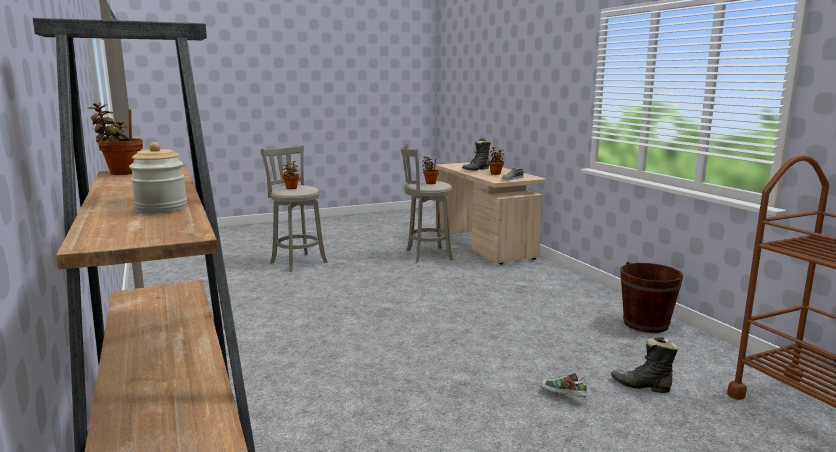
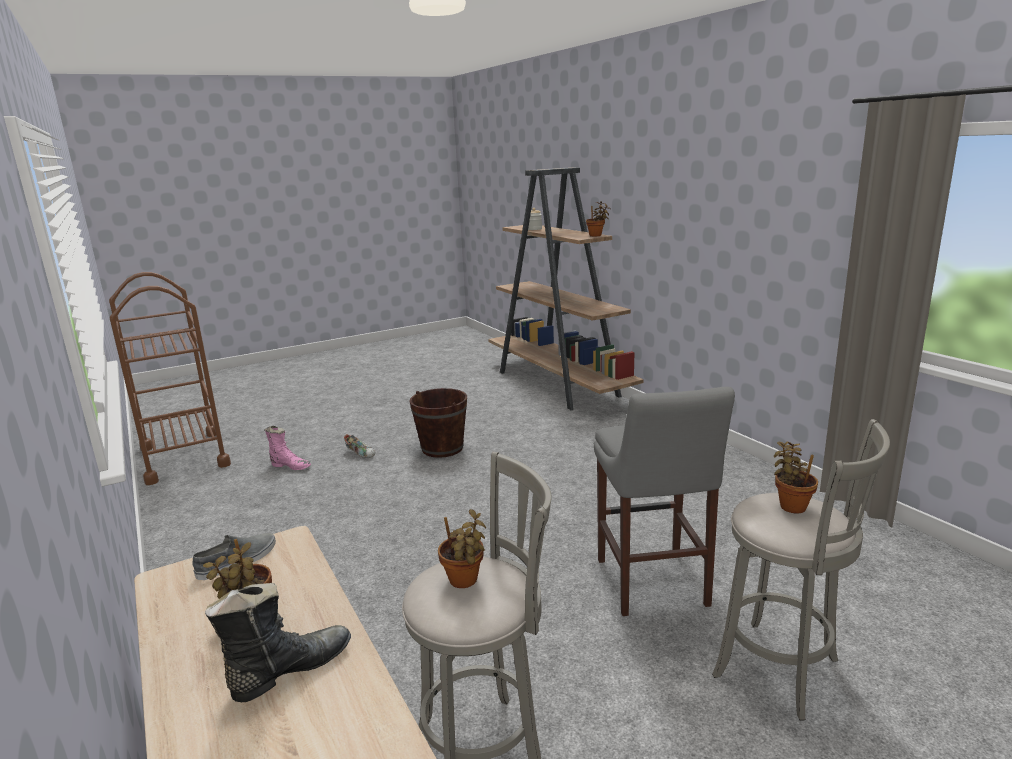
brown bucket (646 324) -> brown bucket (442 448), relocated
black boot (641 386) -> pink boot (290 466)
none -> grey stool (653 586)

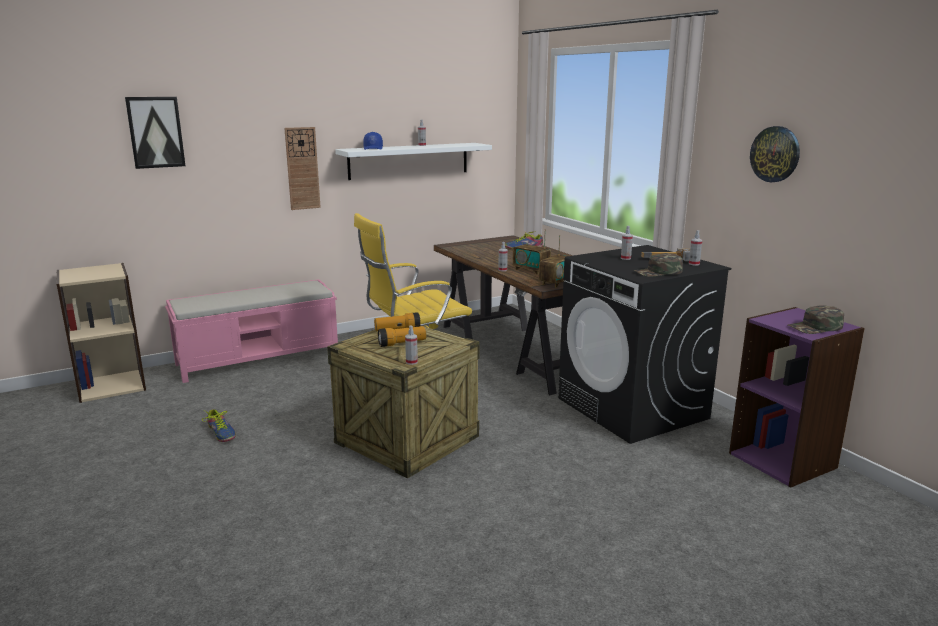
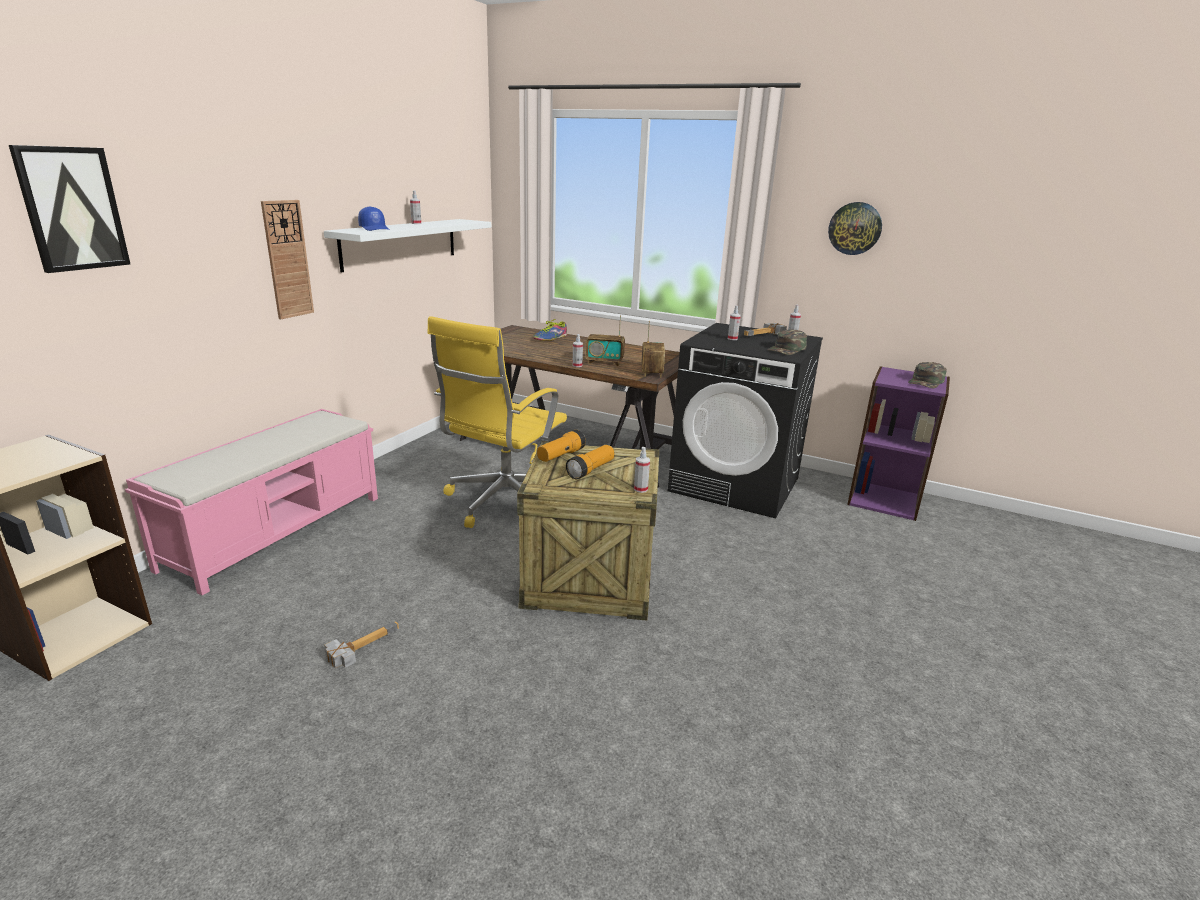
shoe (221 433) -> hammer (360 645)

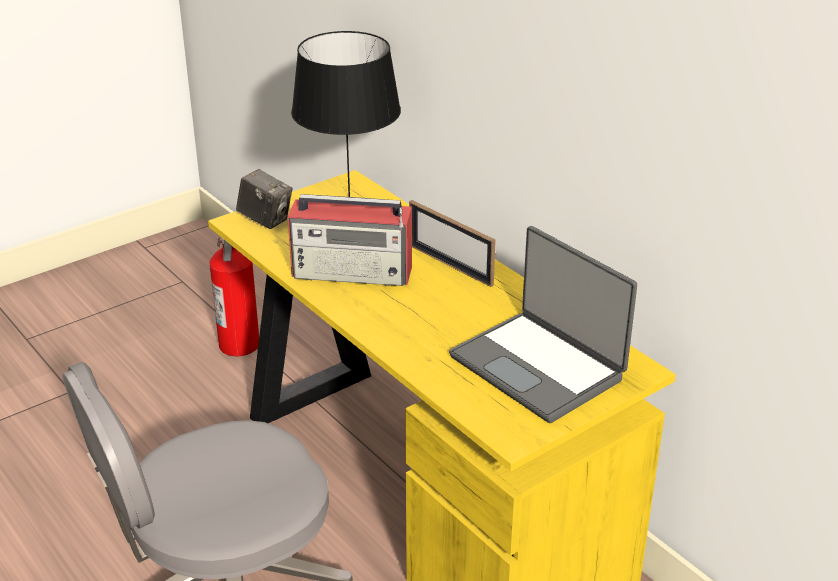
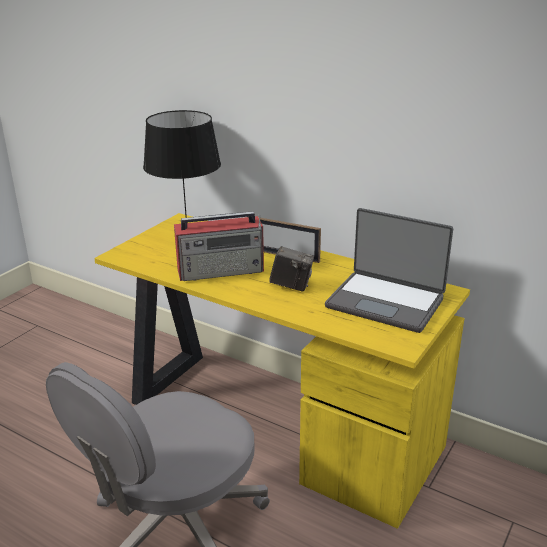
photo camera (265 220) -> photo camera (291 286), relocated
fire extinguisher (240 344) -> none

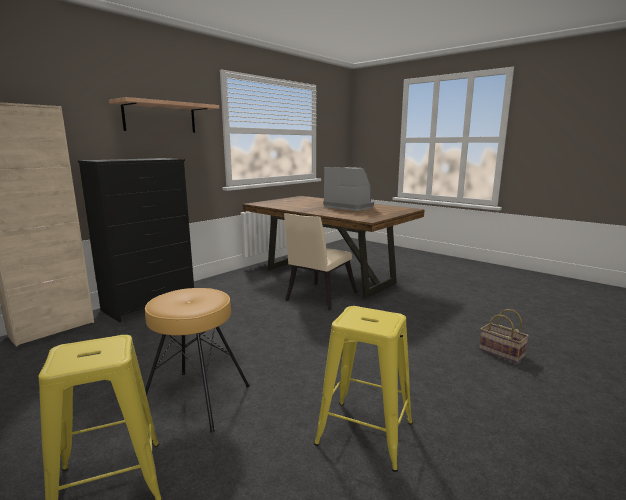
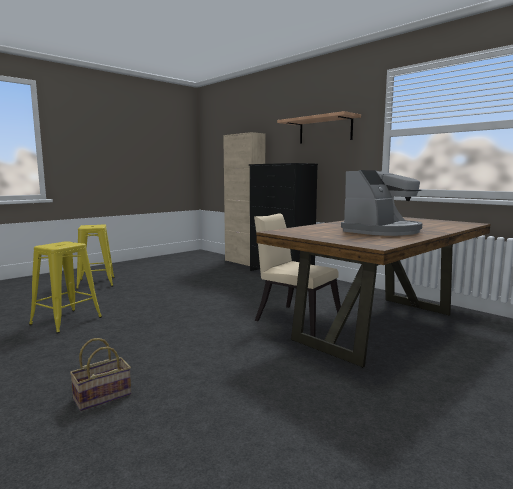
brown stool (196 399) -> none

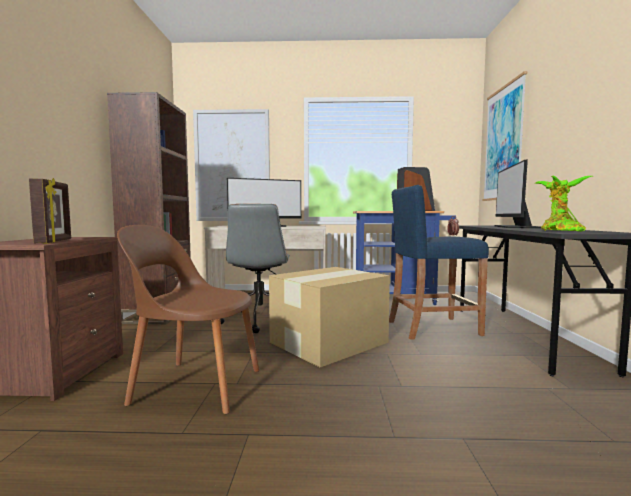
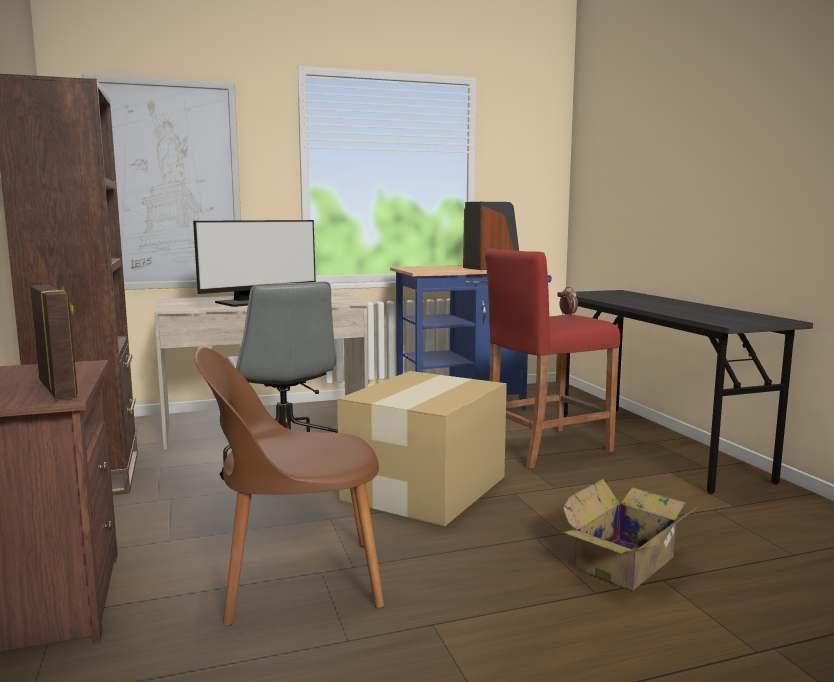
picture (503 143) -> none
monitor (514 227) -> none
potted plant (560 231) -> none
blue stool (433 328) -> red stool (545 447)
none -> cardboard box (628 562)

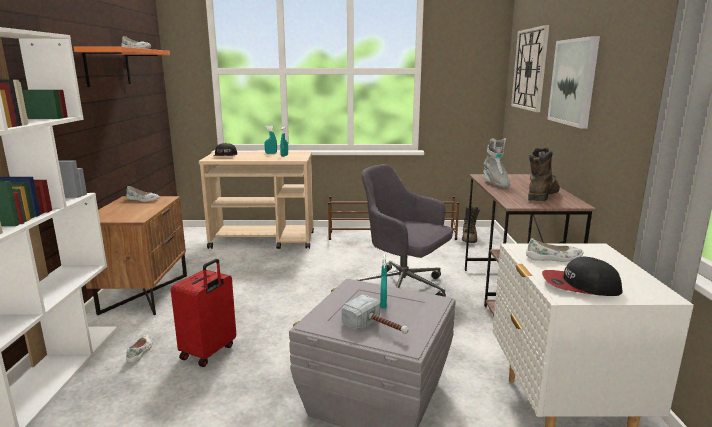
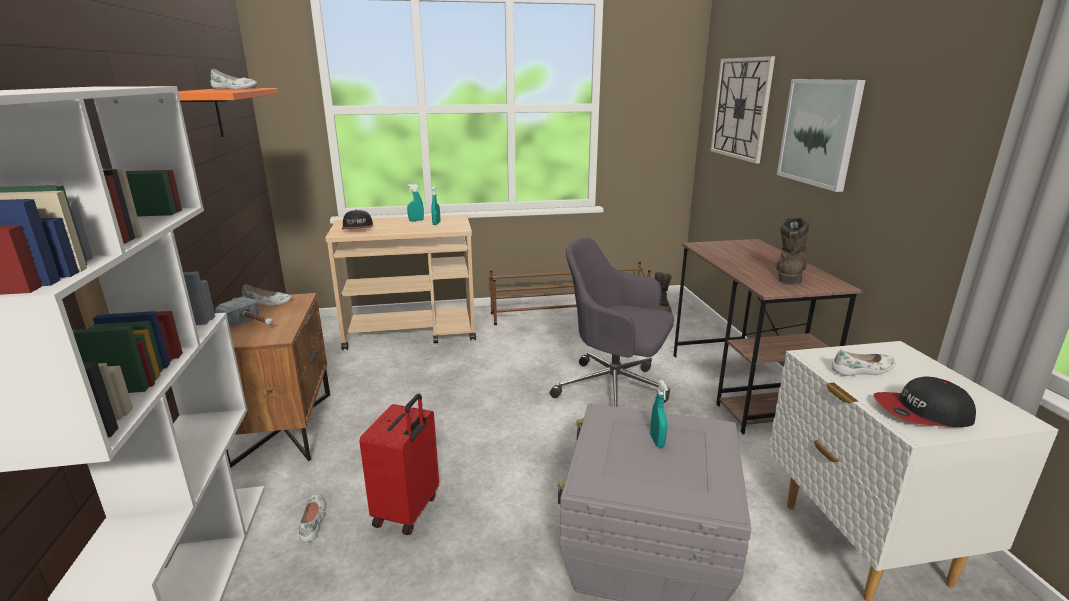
grey boot (495 183) -> none
hammer (377 328) -> hammer (251 324), relocated

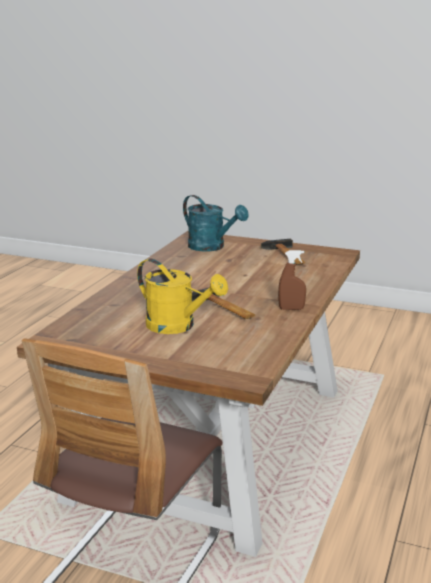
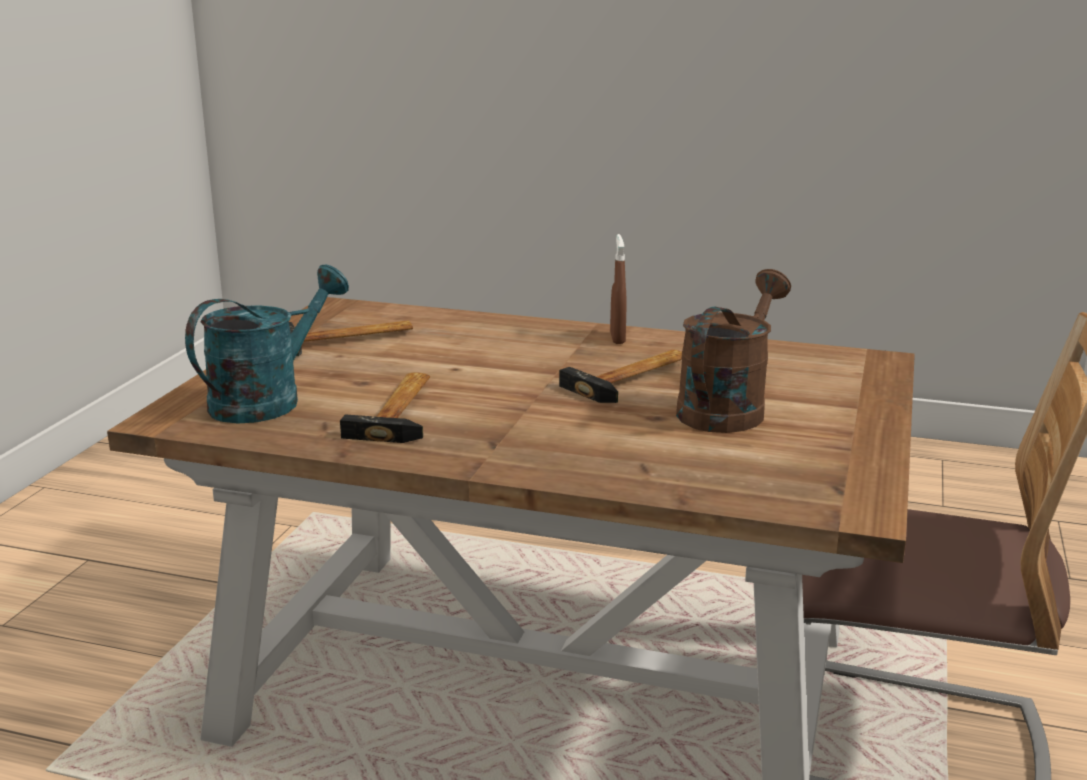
yellow watering can (178 326) -> brown watering can (727 407)
none -> hammer (402 411)

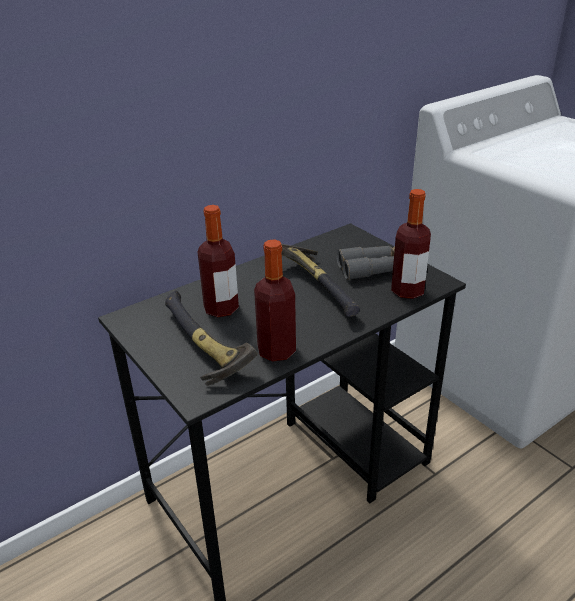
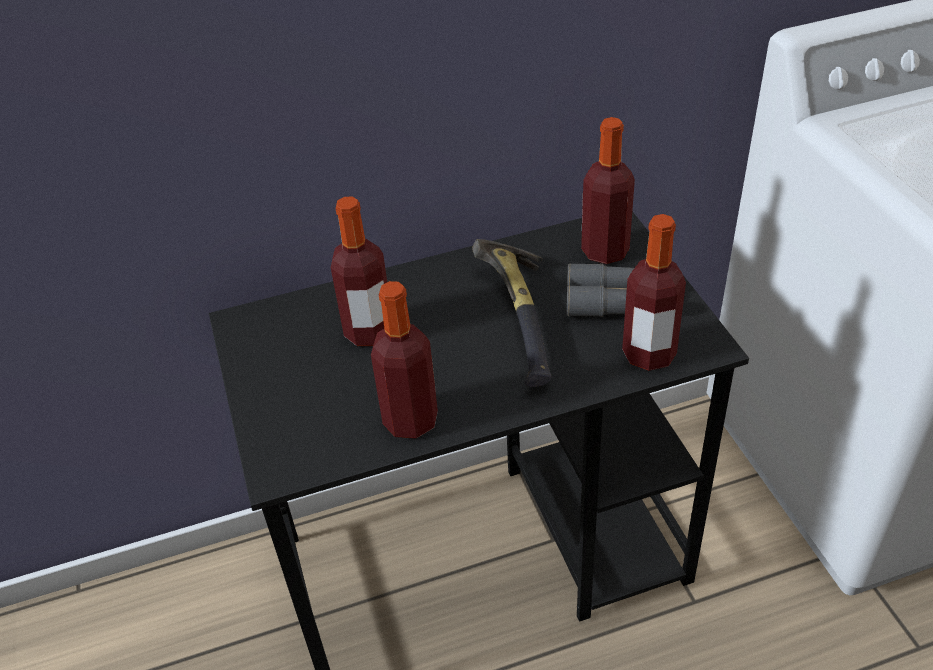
hammer (201 347) -> none
none -> bottle (605 251)

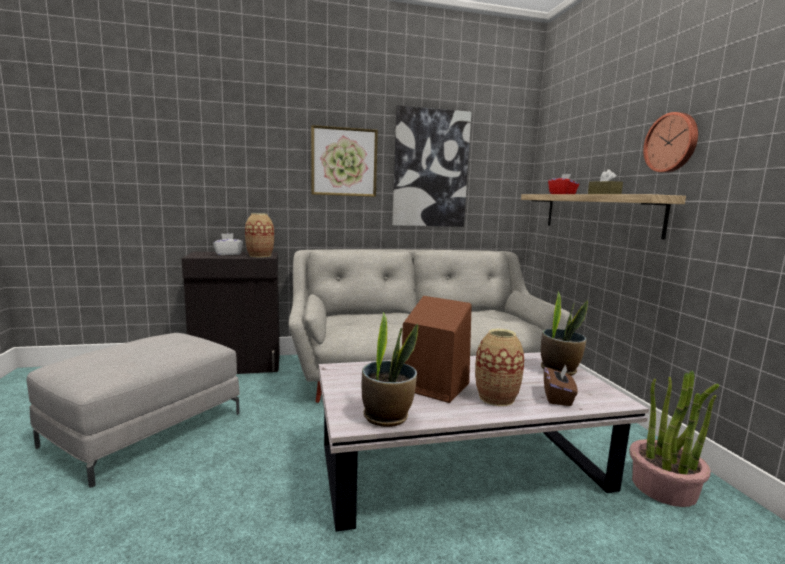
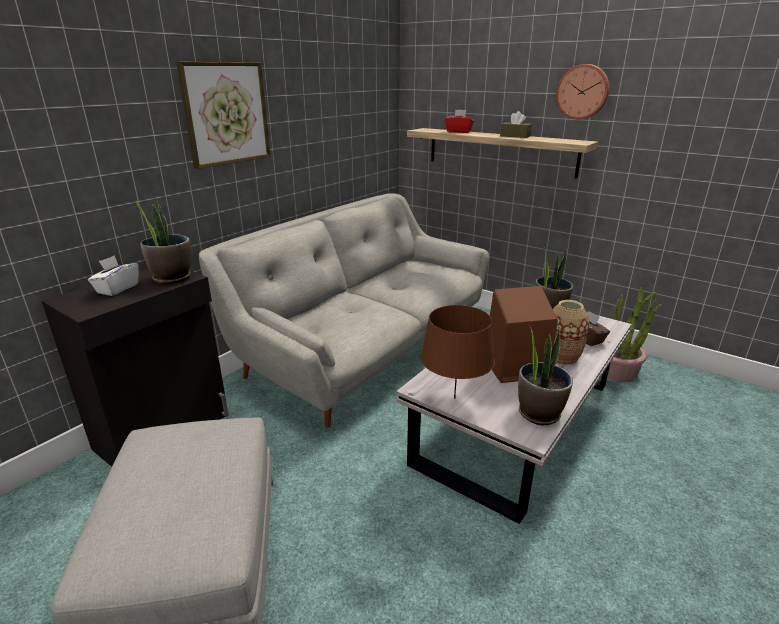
picture (430 169) -> none
vase (260 255) -> potted plant (172 278)
none -> brown table lamp (454 398)

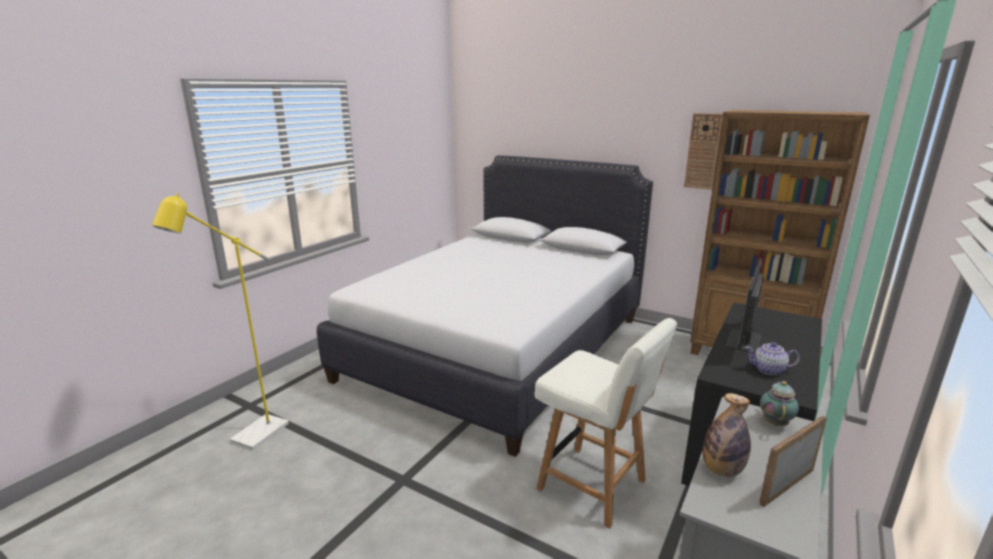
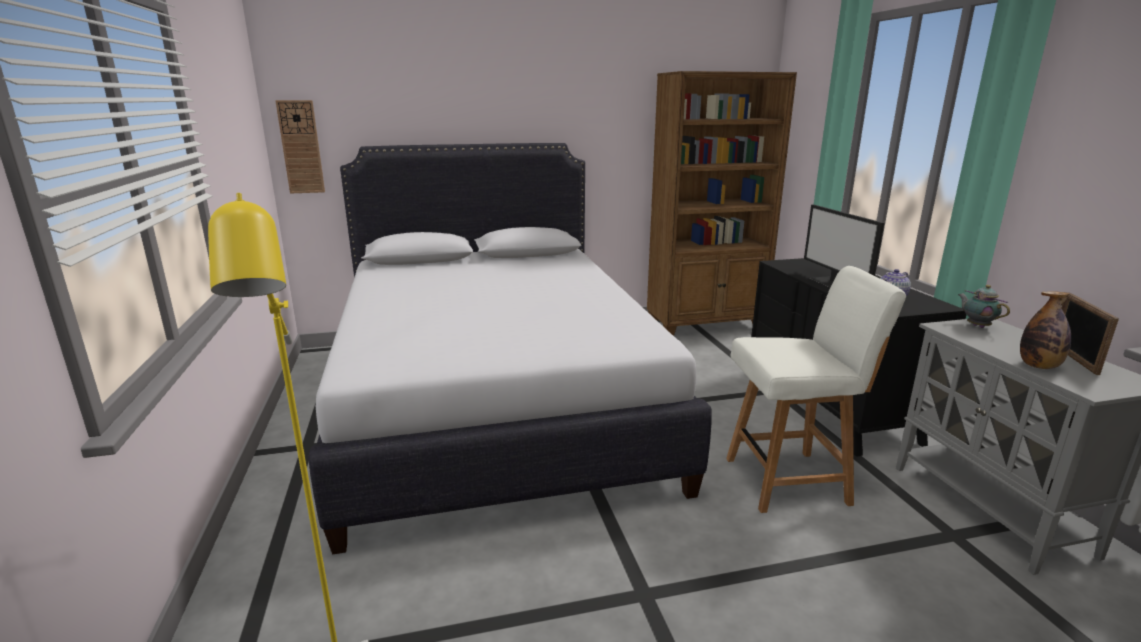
wall clock (702 151) -> wall clock (301 147), relocated

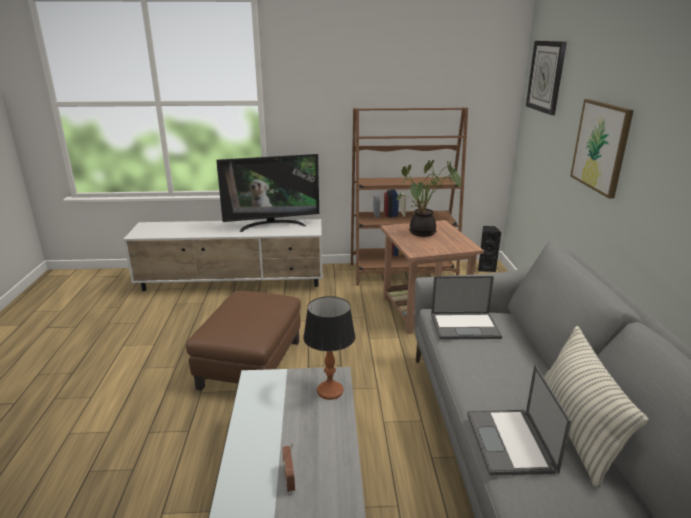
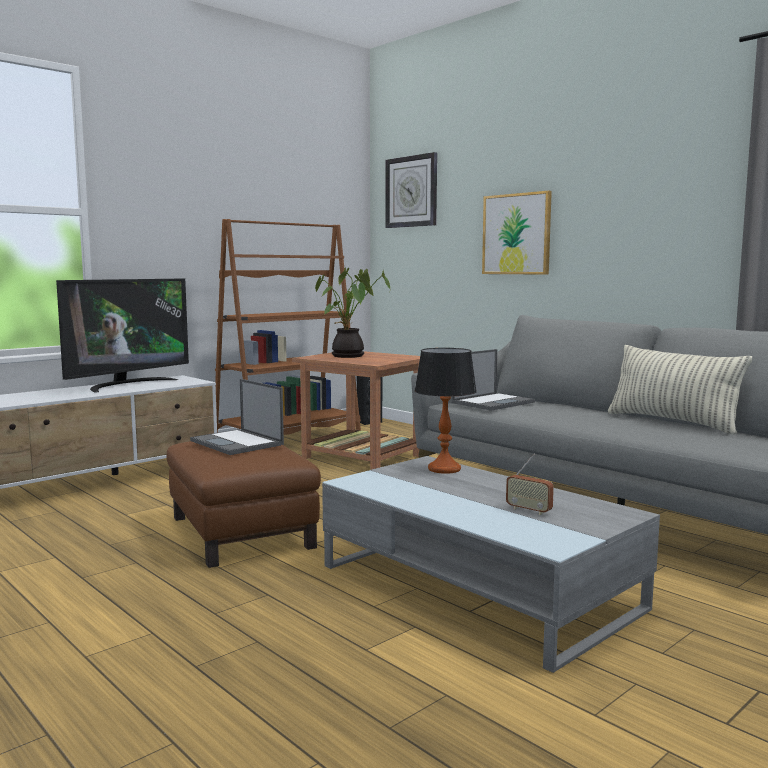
laptop (511 442) -> laptop (237 443), relocated

